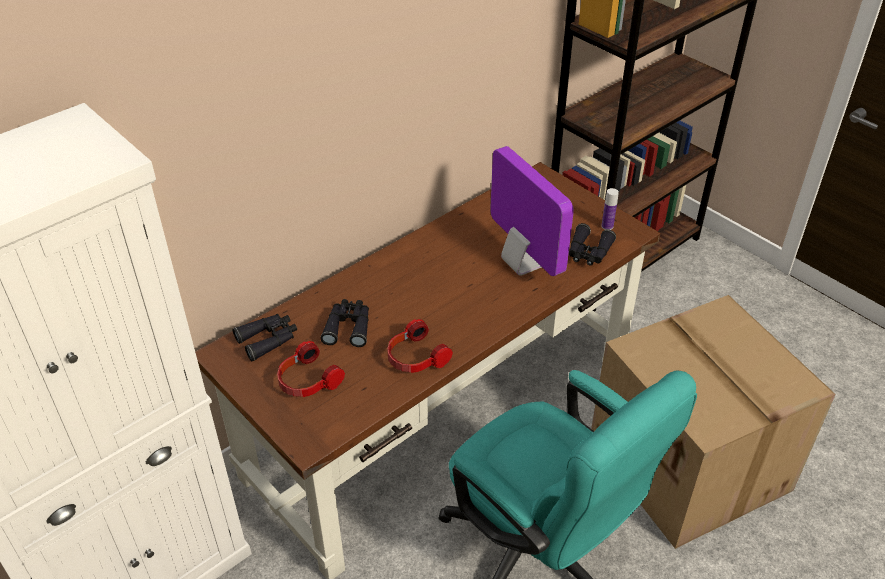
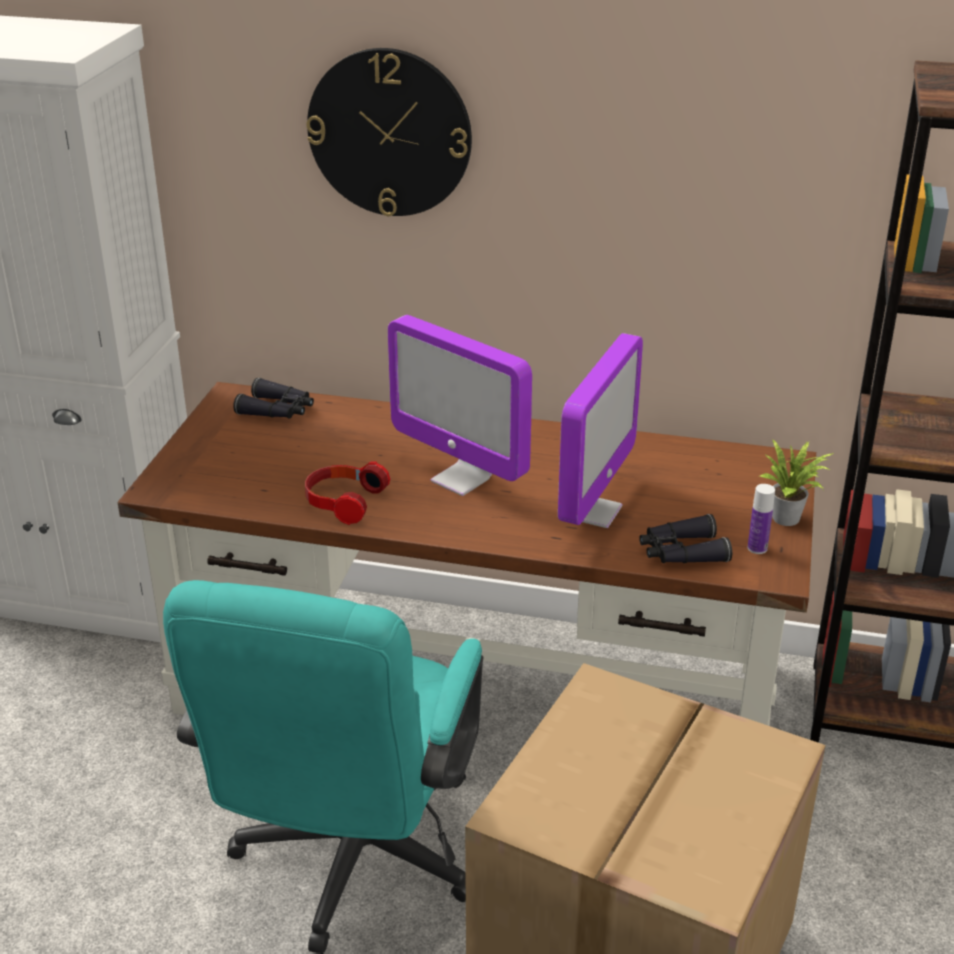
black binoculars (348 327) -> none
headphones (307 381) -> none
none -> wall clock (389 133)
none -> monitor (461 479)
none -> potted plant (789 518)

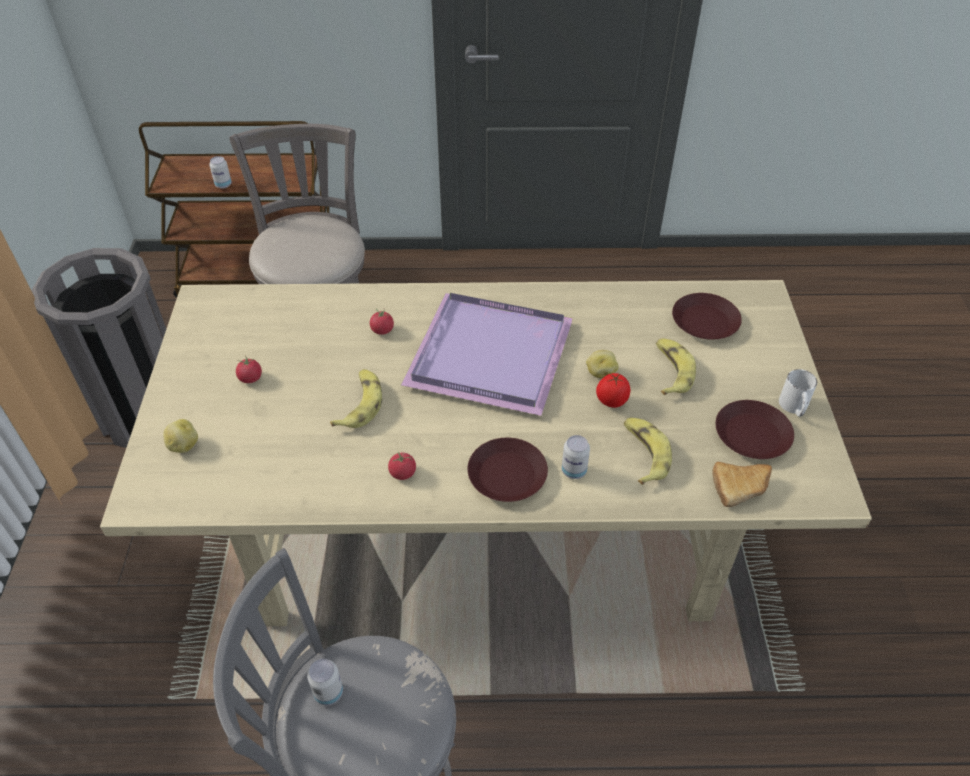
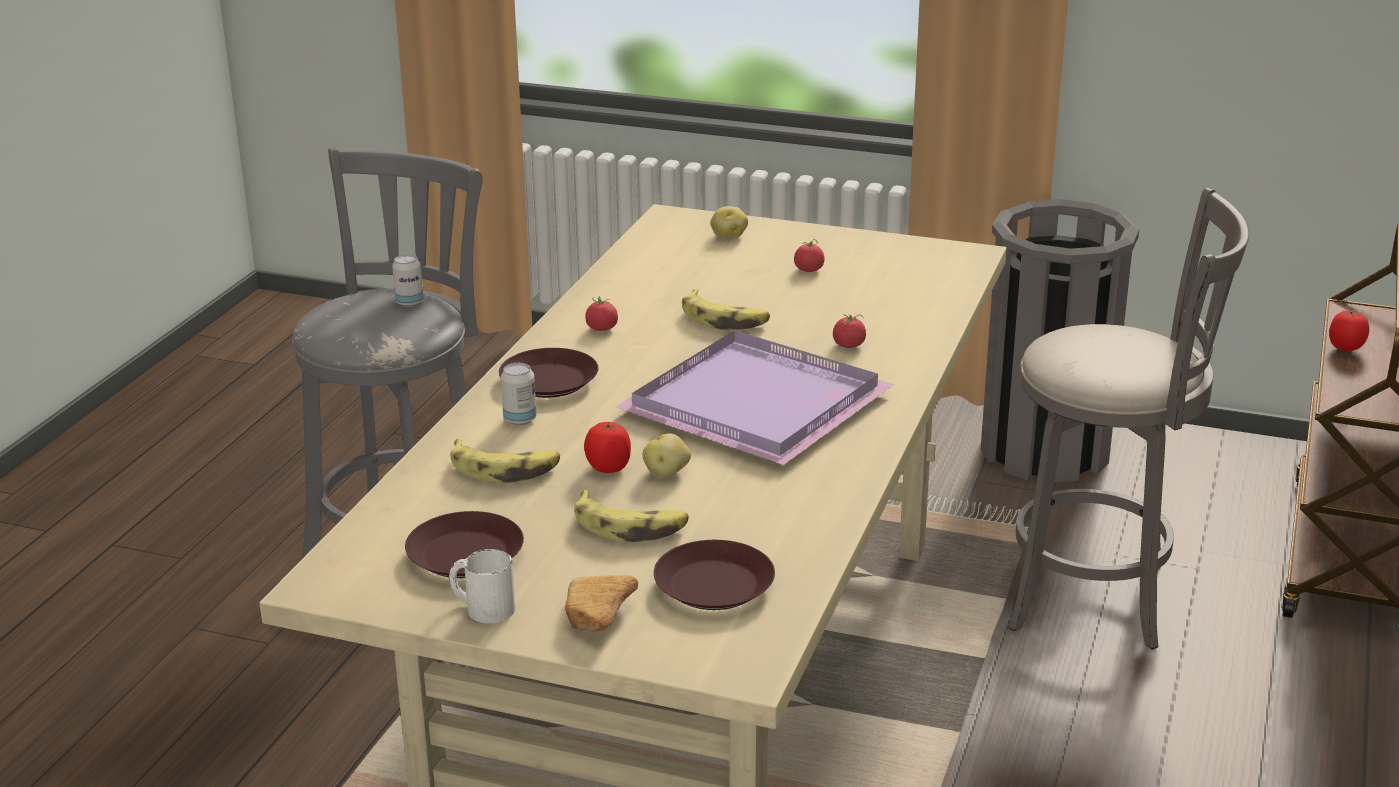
can (223 185) -> tomato (1345 349)
bread (742 487) -> bread (597 620), relocated

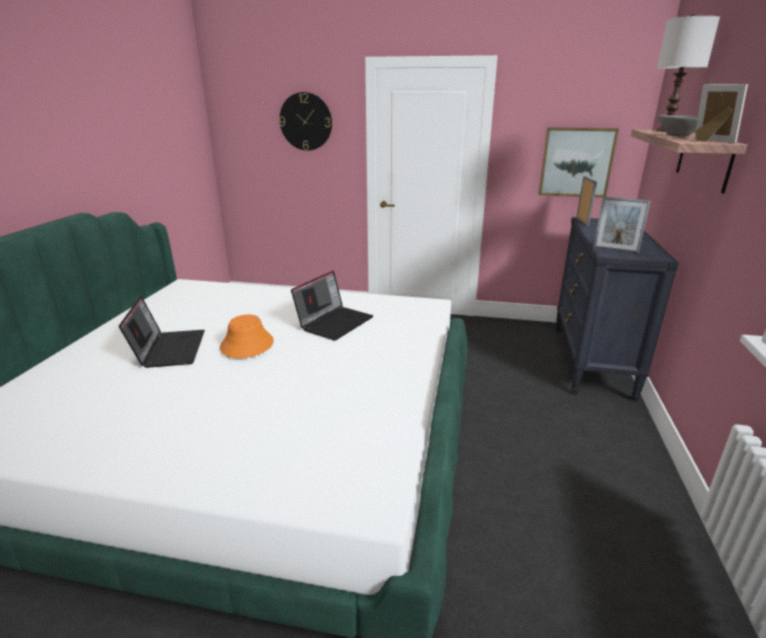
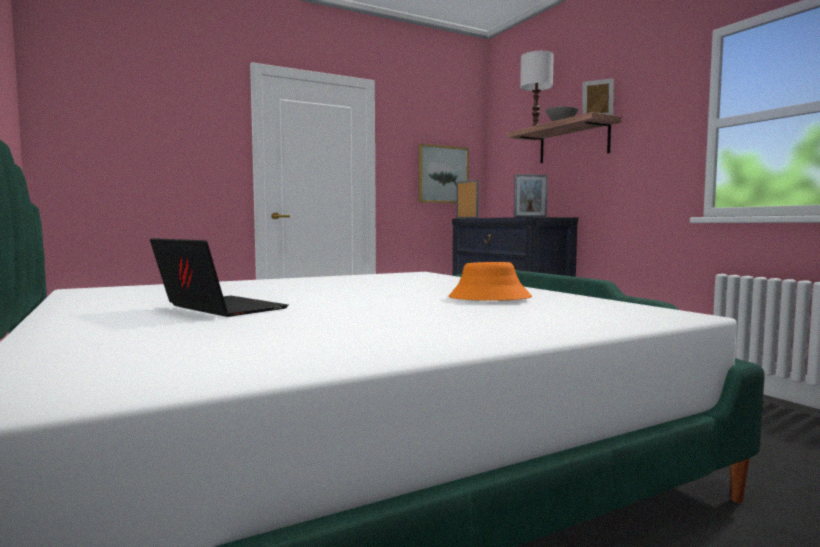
wall clock (306 121) -> none
laptop (334 322) -> none
orange hat (247 345) -> orange hat (488 298), relocated

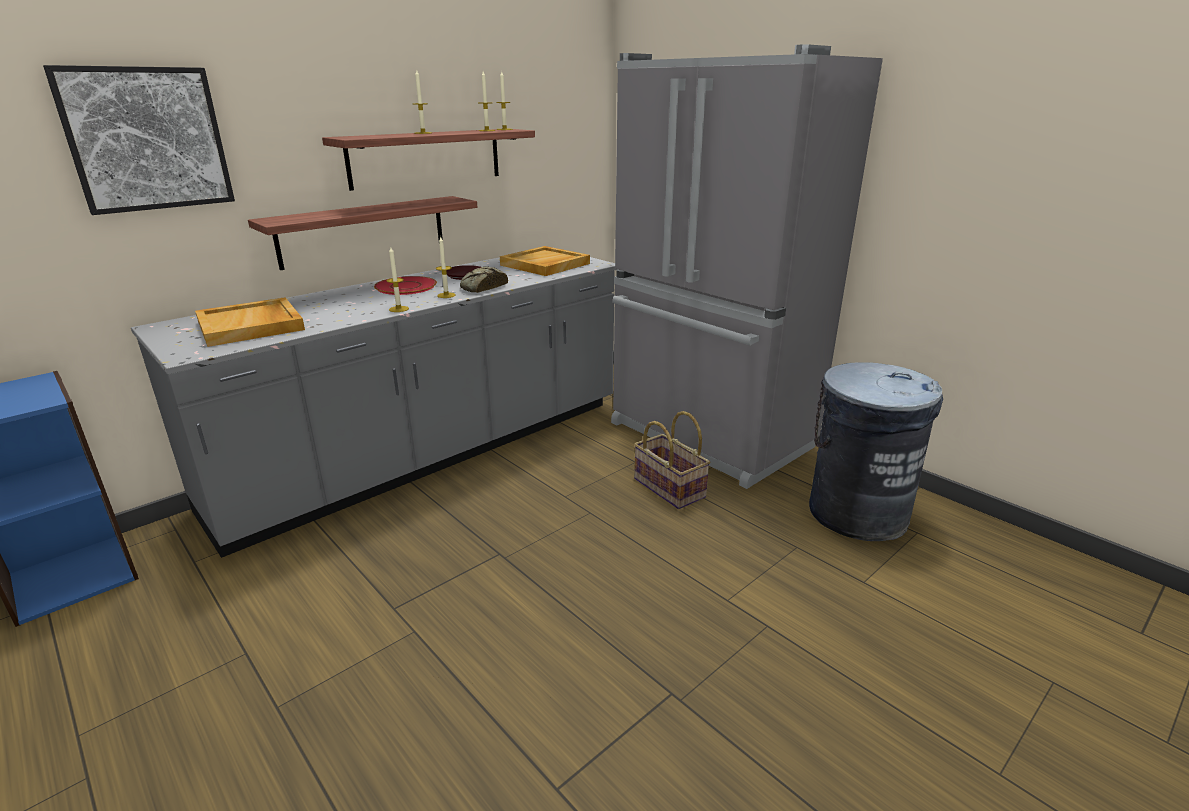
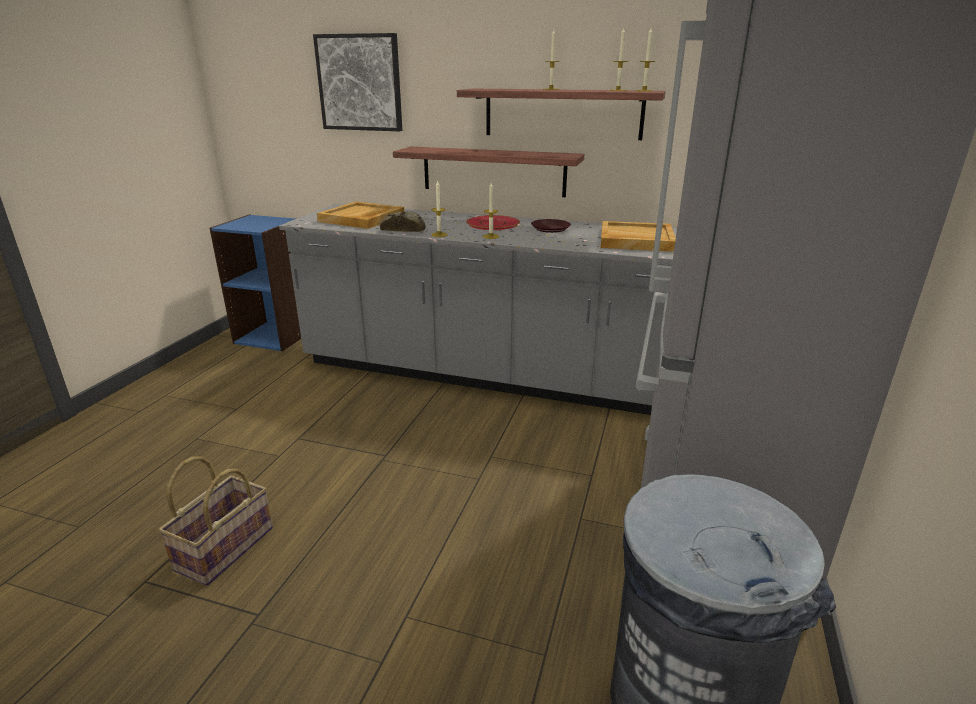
bread (482 287) -> bread (403 229), relocated
basket (668 488) -> basket (224 547), relocated

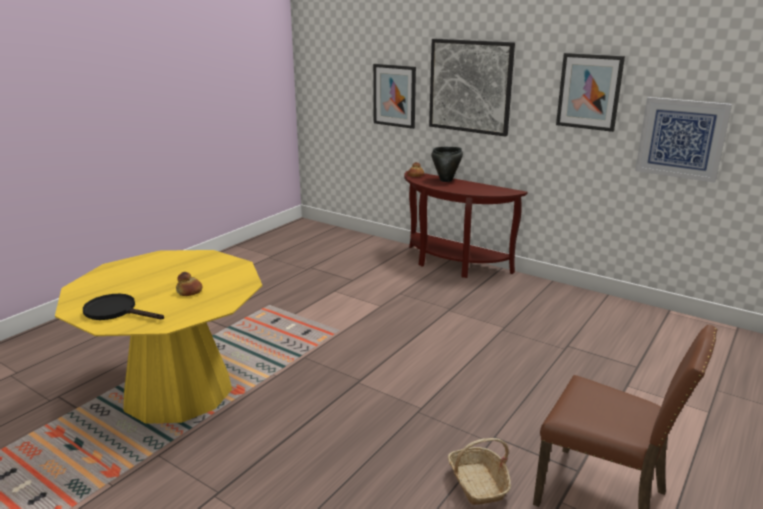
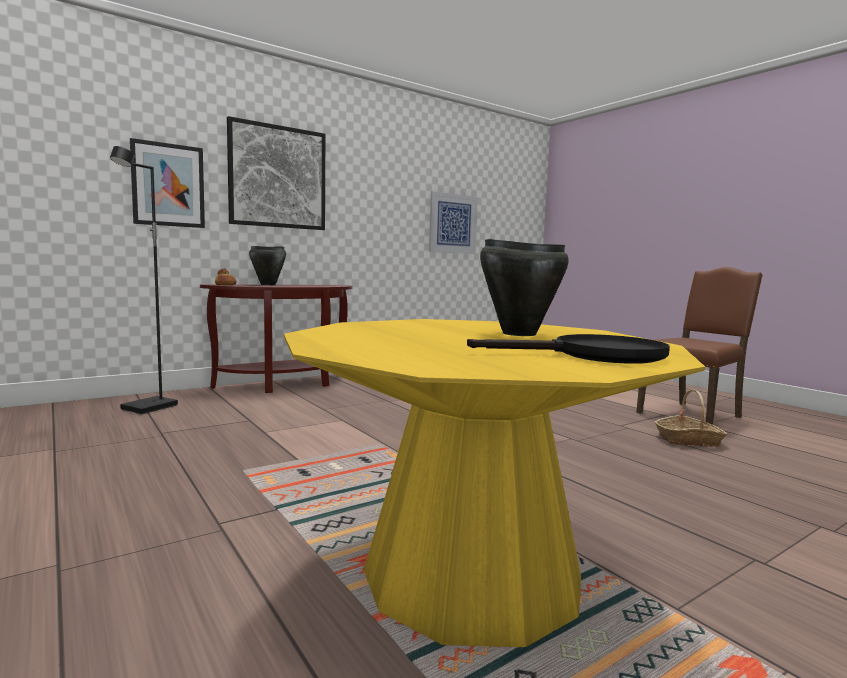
picture (589 91) -> none
bread (190 291) -> black cooking pot (518 333)
black frying pan (116 311) -> black frying pan (593 355), 135 degrees counterclockwise
none -> black floor lamp (149 408)

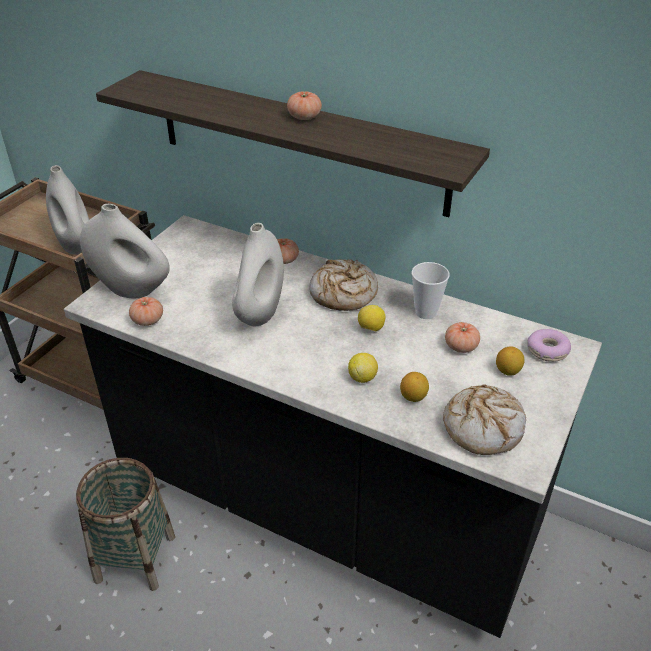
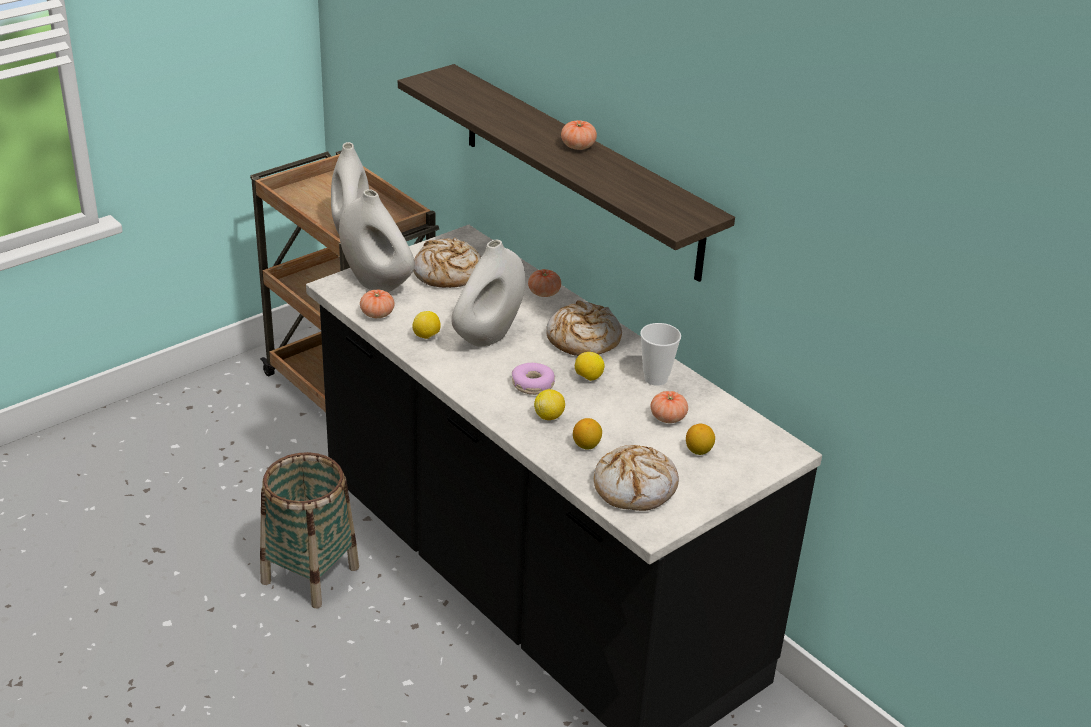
donut (547 351) -> donut (533 385), relocated
none -> bread (447 273)
none -> lemon (427 337)

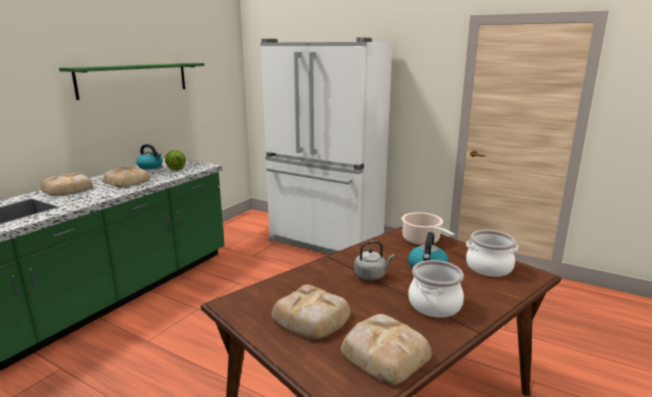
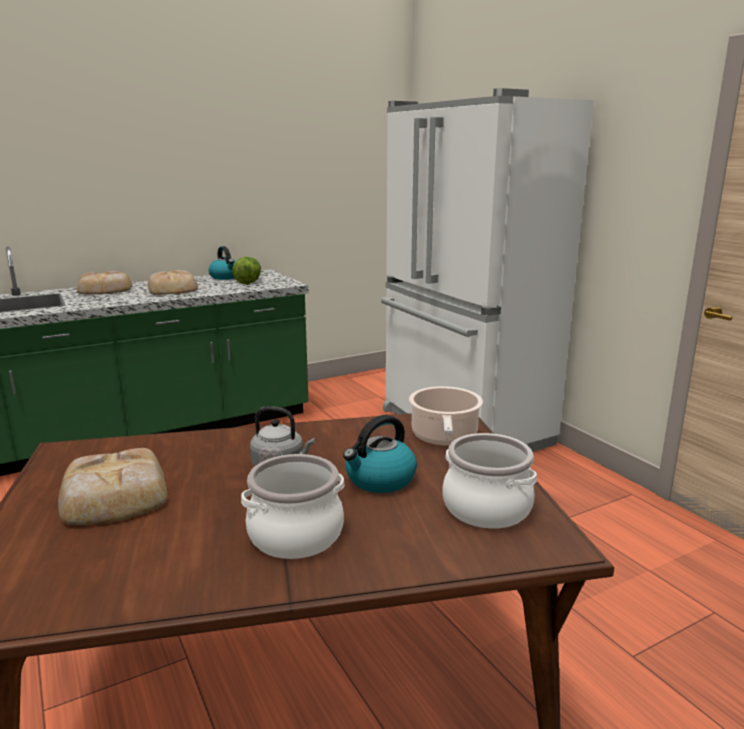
green shelf (134 79) -> none
bread (384 352) -> none

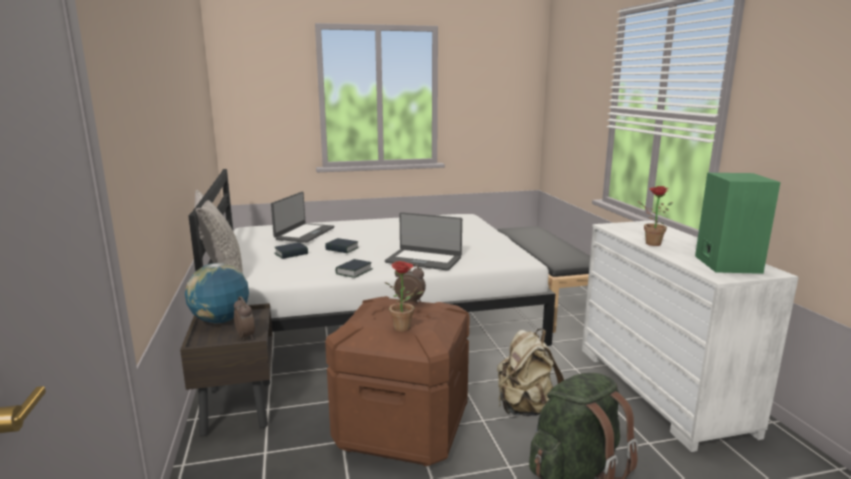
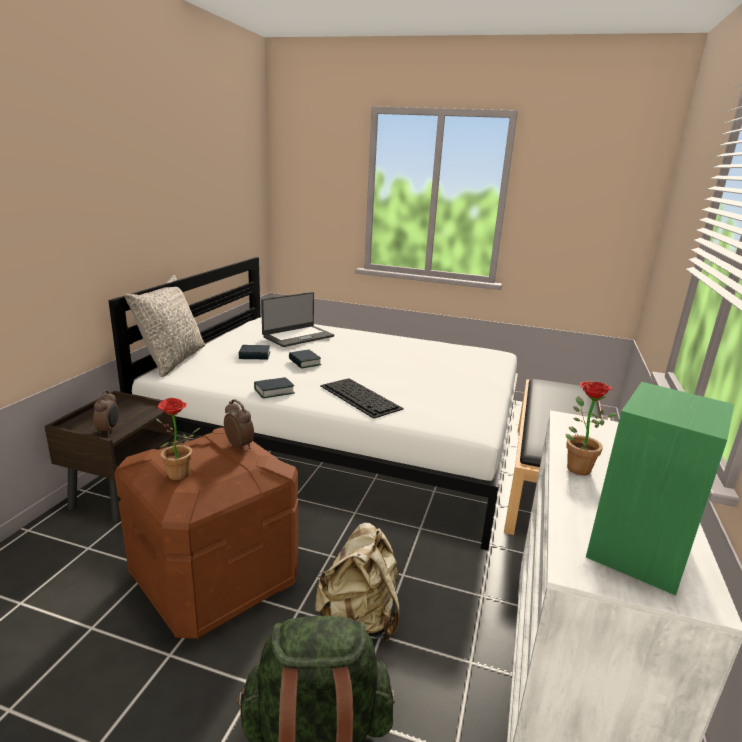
laptop (424 260) -> keyboard (361 397)
globe (220 320) -> none

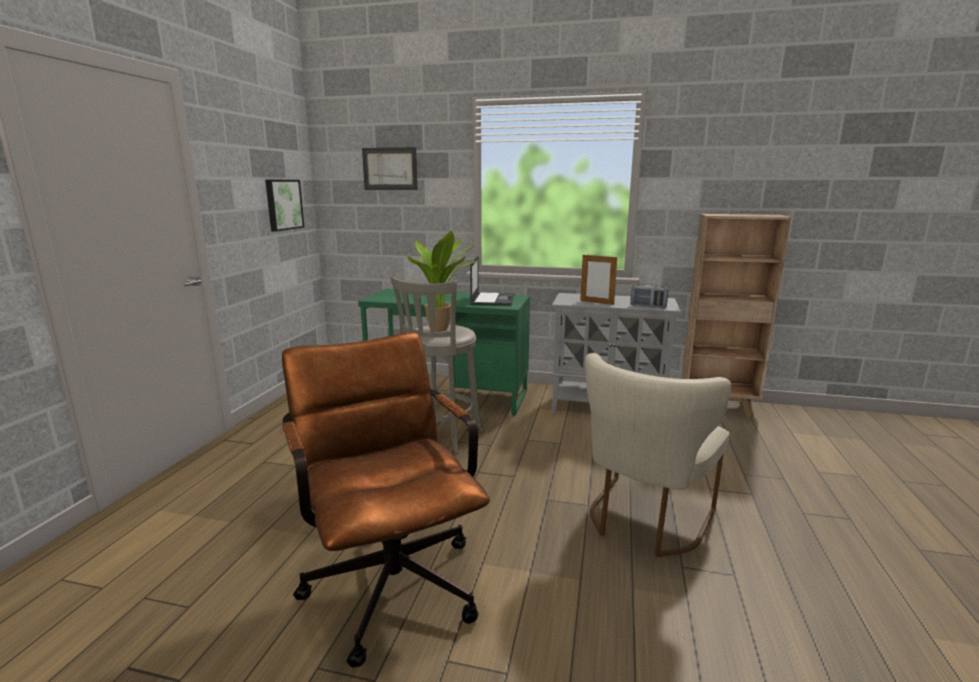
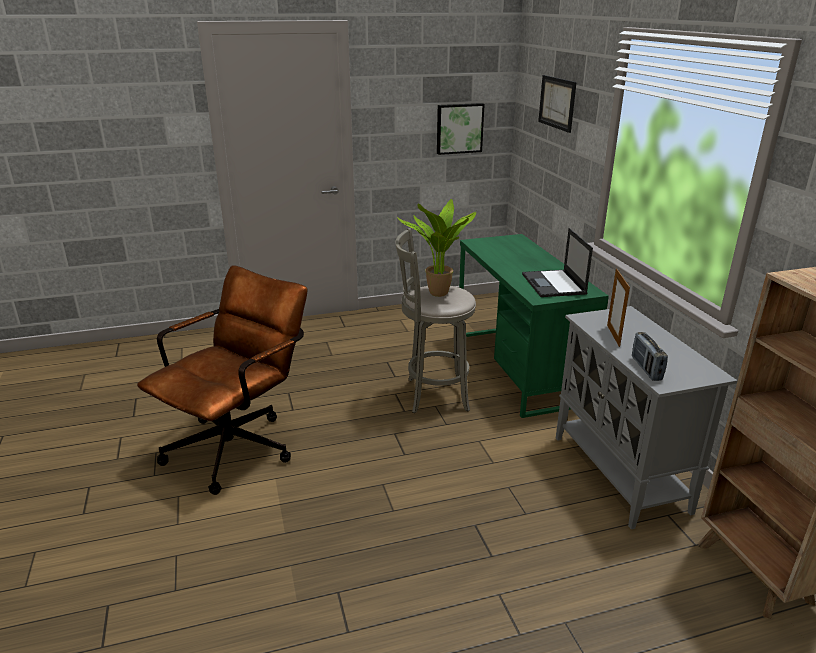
laptop (492 299) -> laptop (554 284), 105 degrees clockwise
beige chair (644 521) -> none

